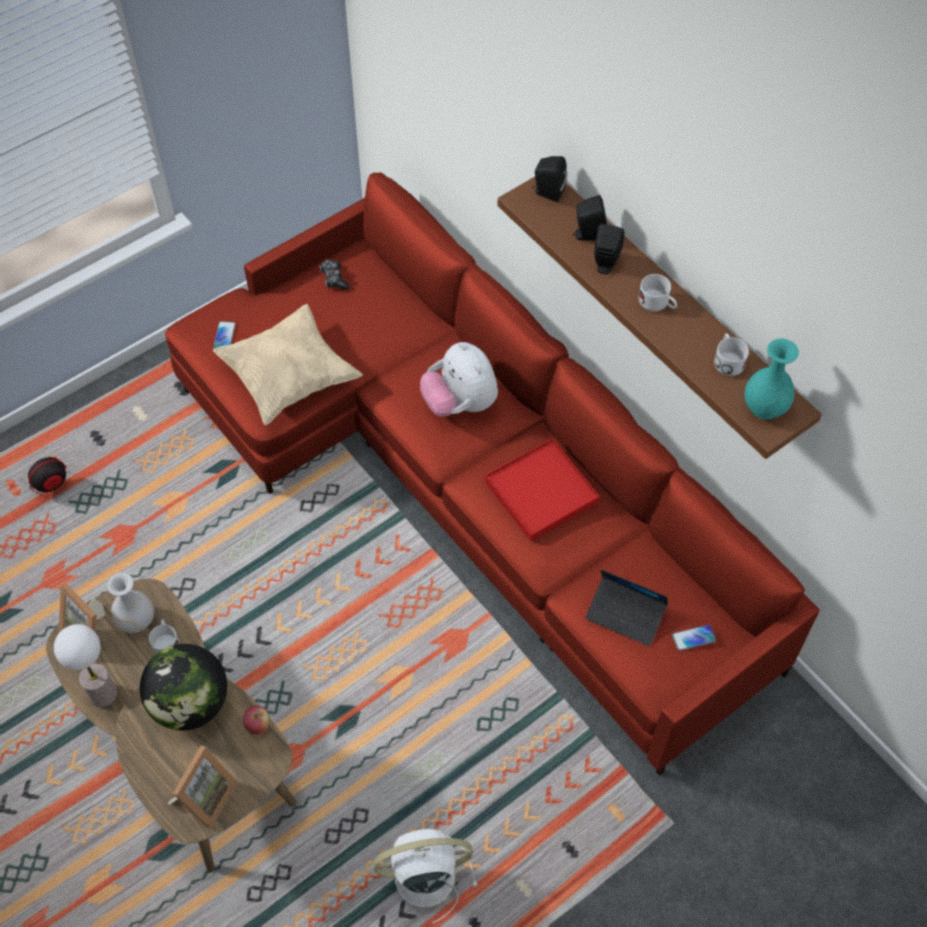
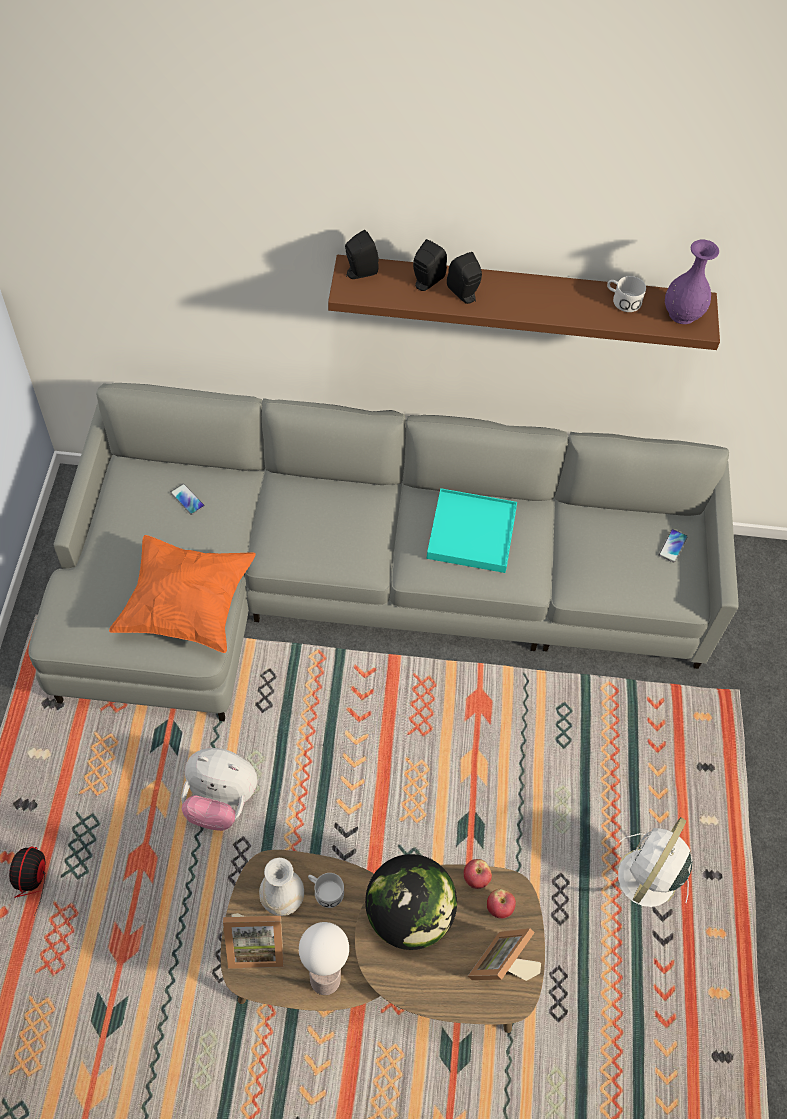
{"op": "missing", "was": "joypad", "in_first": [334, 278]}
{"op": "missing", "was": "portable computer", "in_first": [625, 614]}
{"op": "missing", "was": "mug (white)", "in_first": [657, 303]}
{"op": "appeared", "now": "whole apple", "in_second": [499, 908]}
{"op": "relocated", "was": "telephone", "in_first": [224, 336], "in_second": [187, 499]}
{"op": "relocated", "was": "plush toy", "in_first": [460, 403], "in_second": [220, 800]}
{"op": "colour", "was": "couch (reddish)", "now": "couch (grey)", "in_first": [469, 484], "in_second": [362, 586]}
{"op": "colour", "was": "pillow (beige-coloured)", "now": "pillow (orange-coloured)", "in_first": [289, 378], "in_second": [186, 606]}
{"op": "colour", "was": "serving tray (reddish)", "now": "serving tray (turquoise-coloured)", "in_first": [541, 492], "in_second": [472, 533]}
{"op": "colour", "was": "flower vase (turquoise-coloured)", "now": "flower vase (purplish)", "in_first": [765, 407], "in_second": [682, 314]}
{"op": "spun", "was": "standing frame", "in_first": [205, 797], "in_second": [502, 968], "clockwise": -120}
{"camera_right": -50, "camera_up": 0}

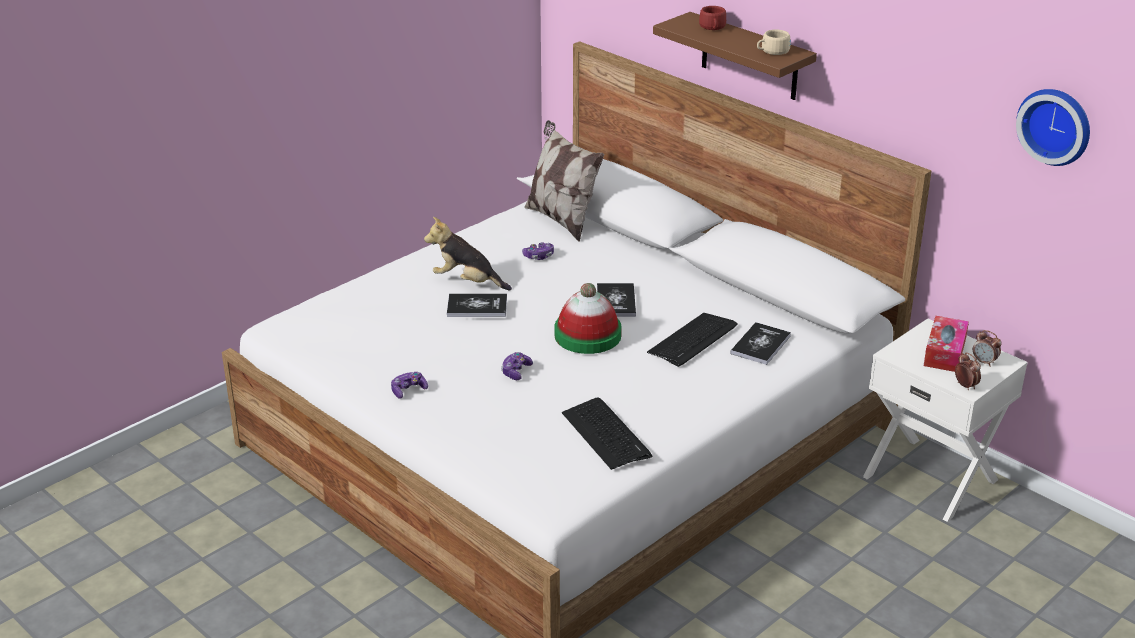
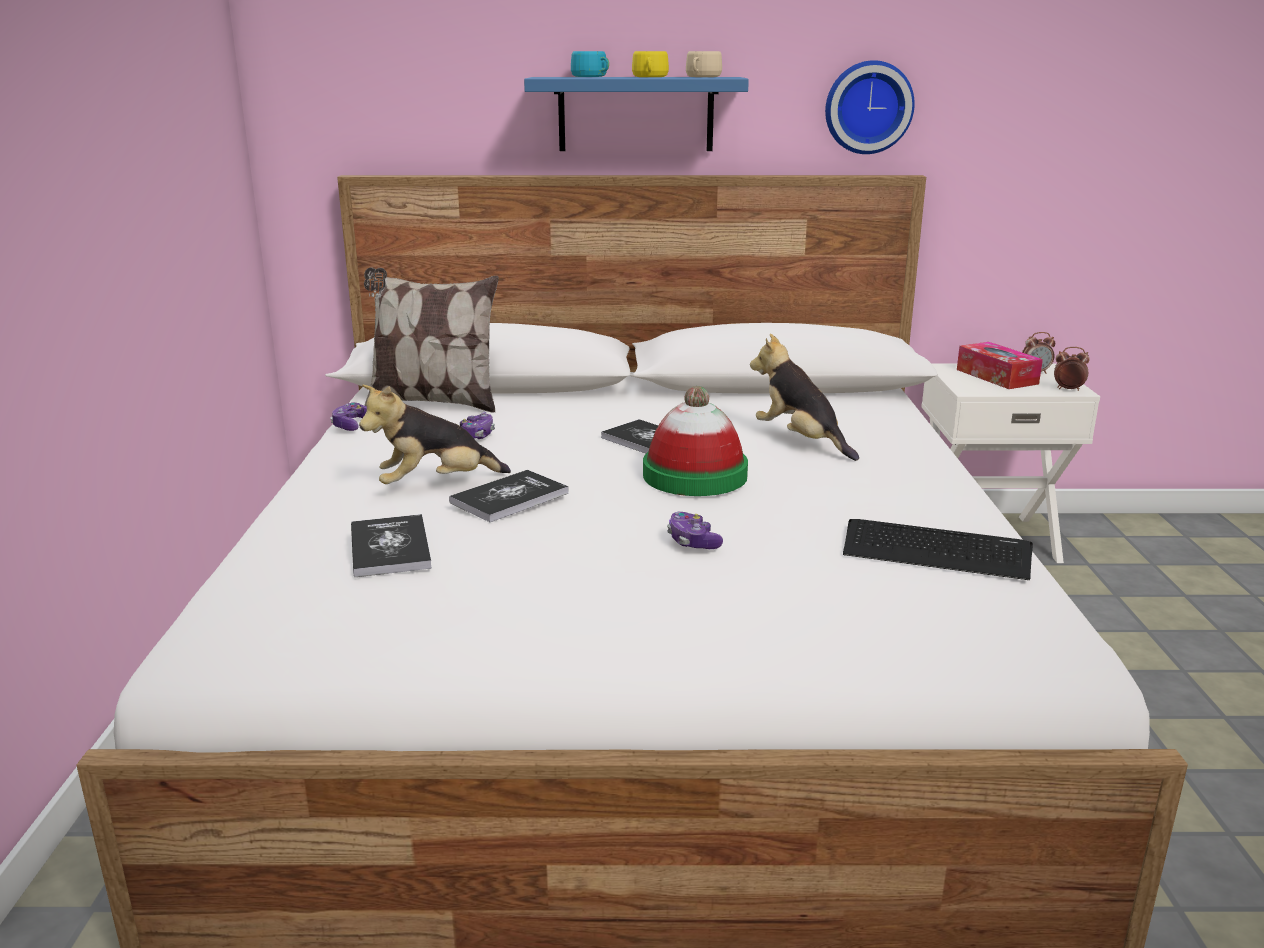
{"op": "appeared", "now": "small cup (yellow-coloured)", "in_second": [650, 77]}
{"op": "relocated", "was": "joypad", "in_first": [408, 390], "in_second": [351, 425]}
{"op": "relocated", "was": "book", "in_first": [760, 345], "in_second": [390, 548]}
{"op": "relocated", "was": "hanging clock", "in_first": [1056, 125], "in_second": [867, 107]}
{"op": "exchanged", "was": "PC keyboard", "now": "plush toy", "in_first": [693, 340], "in_second": [800, 441]}
{"op": "colour", "was": "bracket shelf (brownish)", "now": "bracket shelf (blue)", "in_first": [749, 57], "in_second": [636, 114]}
{"op": "colour", "was": "small cup (reddish)", "now": "small cup (turquoise-coloured)", "in_first": [712, 27], "in_second": [592, 76]}
{"camera_right": -45, "camera_up": -10}

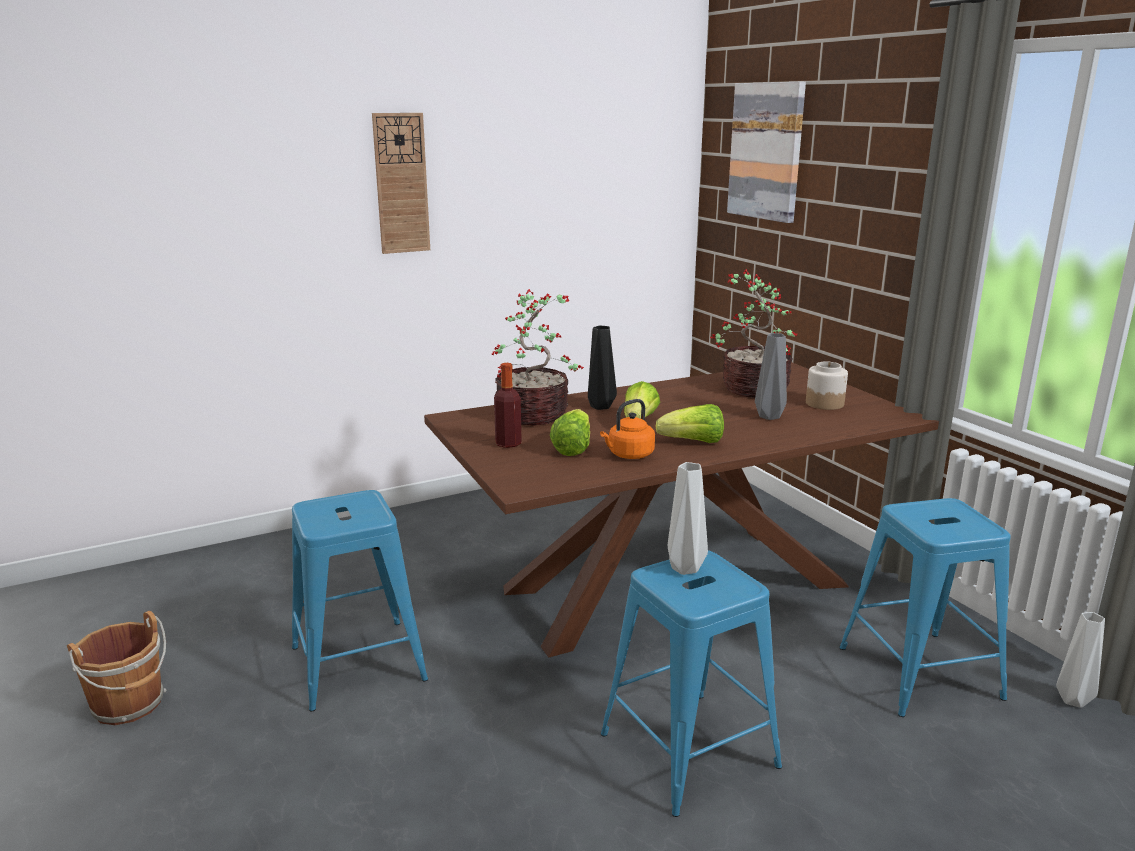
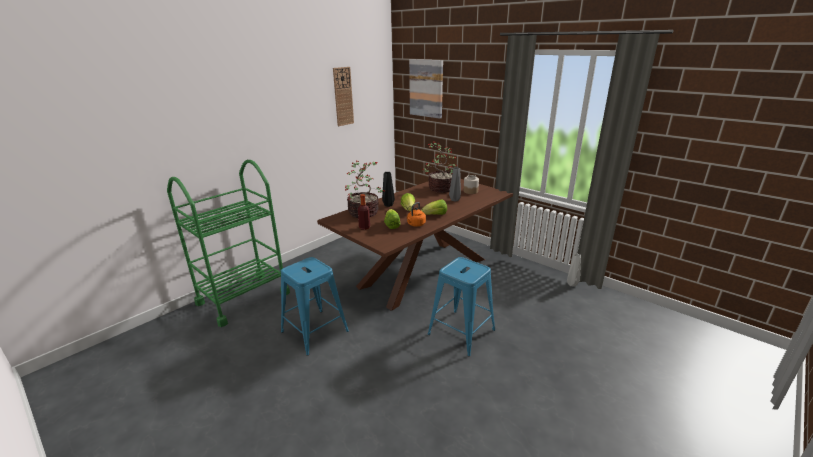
{"op": "missing", "was": "bucket (brownish)", "in_first": [130, 705]}
{"op": "missing", "was": "flower vase (grey)", "in_first": [685, 567]}
{"op": "missing", "was": "stool seat (blue)", "in_first": [919, 672]}
{"op": "appeared", "now": "wheeled cart (green-coloured)", "in_second": [243, 298]}
{"op": "relocated", "was": "hanging clock", "in_first": [401, 184], "in_second": [343, 96]}
{"camera_right": -20, "camera_up": 5}

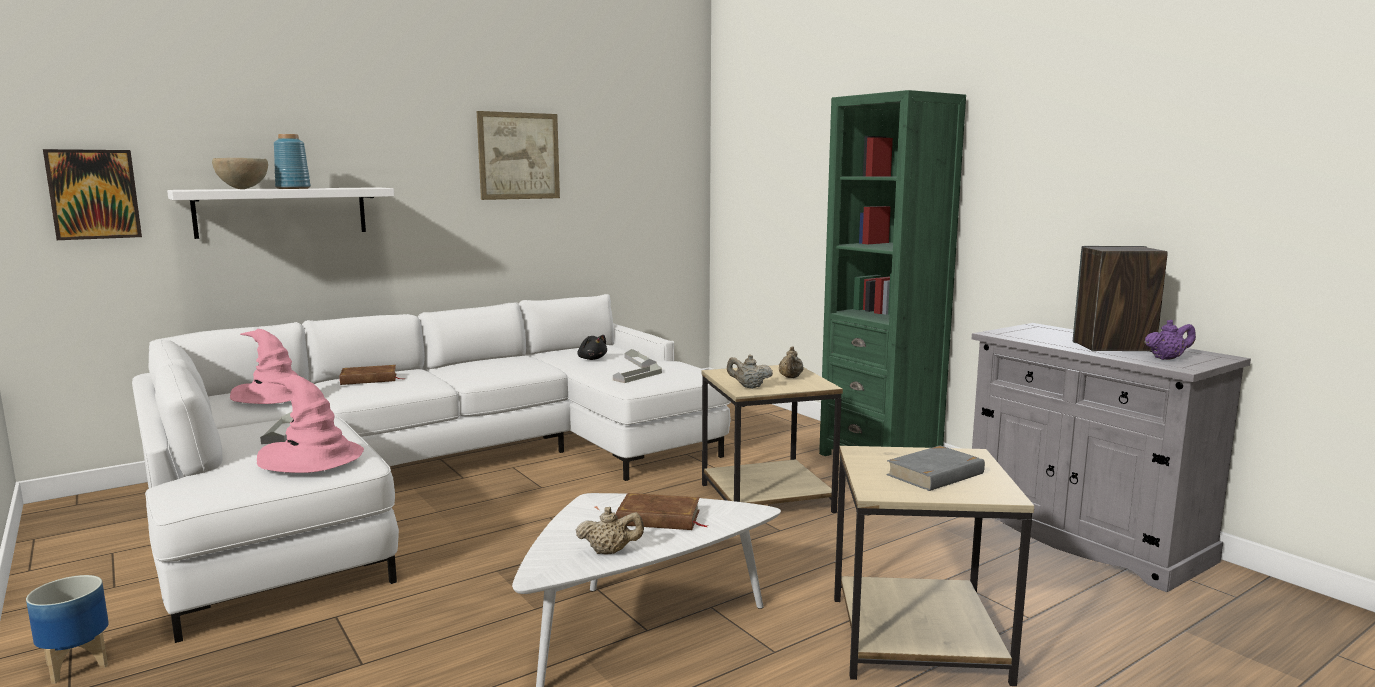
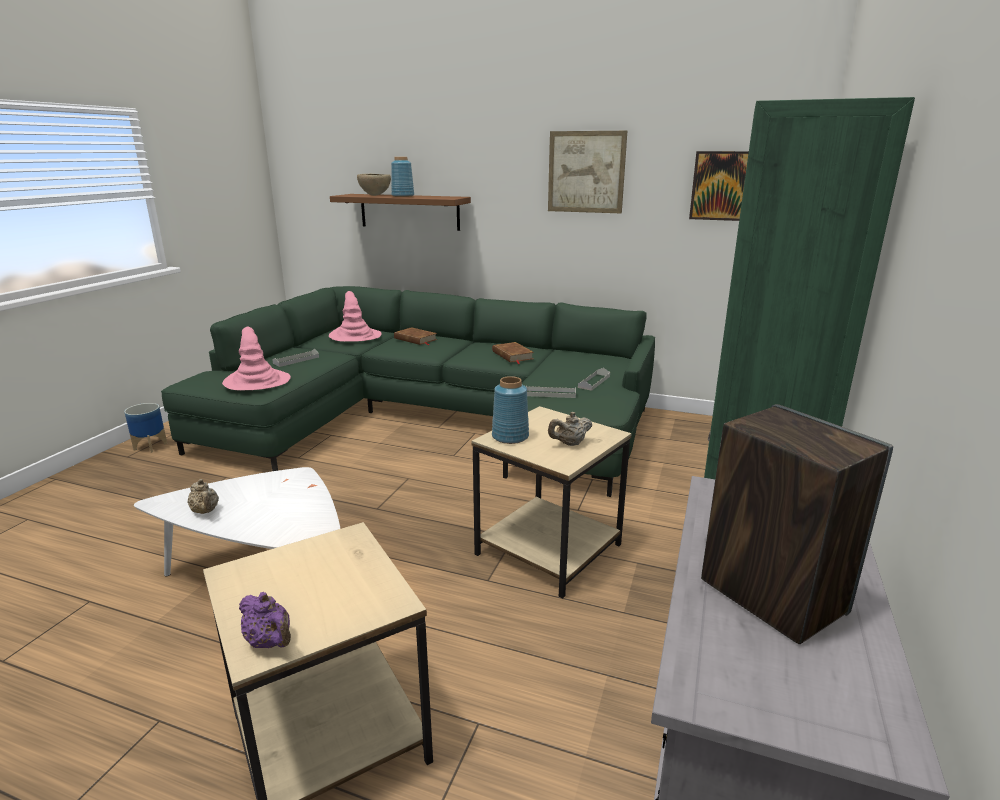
{"op": "missing", "was": "plush toy (black-coloured)", "in_first": [591, 359]}
{"op": "missing", "was": "book (grey)", "in_first": [936, 474]}
{"op": "relocated", "was": "picture", "in_first": [94, 194], "in_second": [720, 186]}
{"op": "relocated", "was": "book (brownish)", "in_first": [659, 518], "in_second": [512, 355]}
{"op": "relocated", "was": "teapot (purplish)", "in_first": [1167, 358], "in_second": [270, 642]}
{"op": "exchanged", "was": "teapot (beige-coloured)", "now": "flower vase (blue)", "in_first": [749, 387], "in_second": [509, 436]}
{"op": "colour", "was": "couch (white)", "now": "couch (green-coloured)", "in_first": [435, 475], "in_second": [431, 419]}
{"op": "colour", "was": "bracket shelf (white)", "now": "bracket shelf (brownish)", "in_first": [282, 211], "in_second": [409, 212]}
{"camera_right": 55, "camera_up": 10}

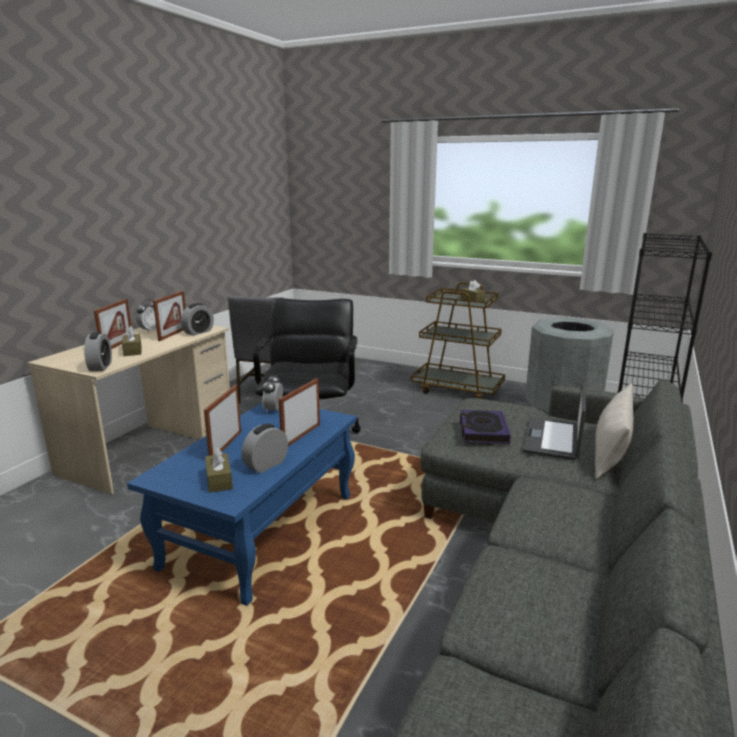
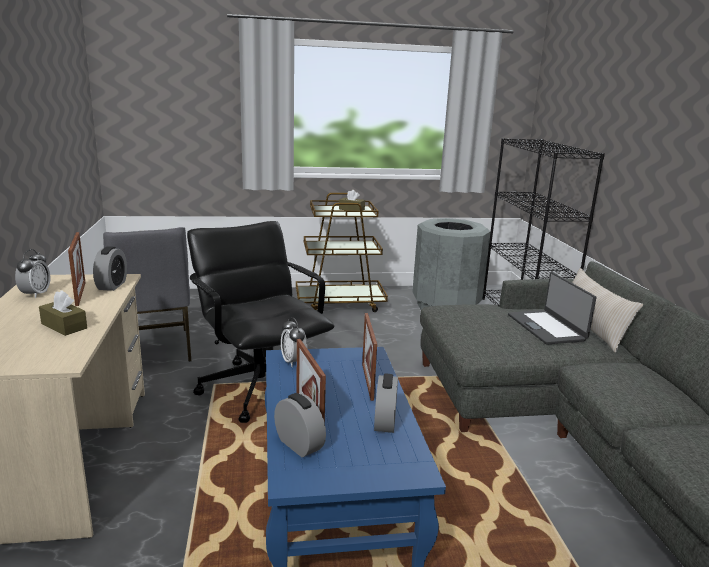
{"op": "missing", "was": "standing frame", "in_first": [117, 345]}
{"op": "missing", "was": "tissue box (brownish)", "in_first": [219, 480]}
{"op": "missing", "was": "book", "in_first": [483, 431]}
{"op": "relocated", "was": "table clock", "in_first": [100, 367], "in_second": [299, 445]}
{"camera_right": -35, "camera_up": 0}

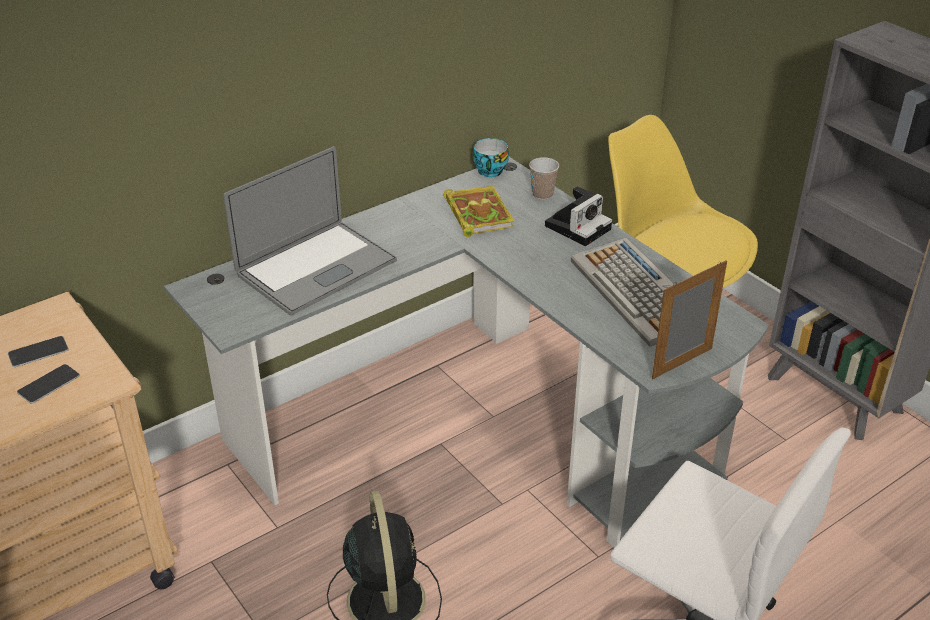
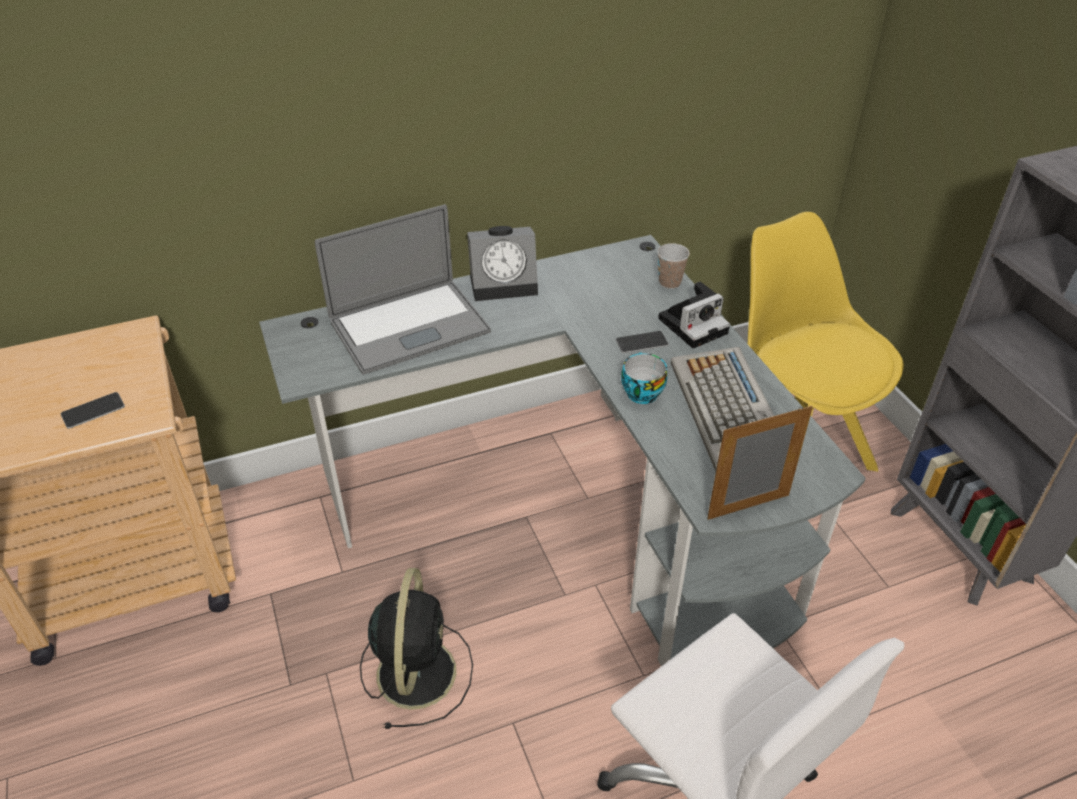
{"op": "missing", "was": "book", "in_first": [477, 213]}
{"op": "appeared", "now": "table clock", "in_second": [505, 283]}
{"op": "relocated", "was": "telephone", "in_first": [38, 352], "in_second": [641, 342]}
{"op": "relocated", "was": "small cup", "in_first": [488, 170], "in_second": [640, 392]}
{"camera_right": 15, "camera_up": 5}

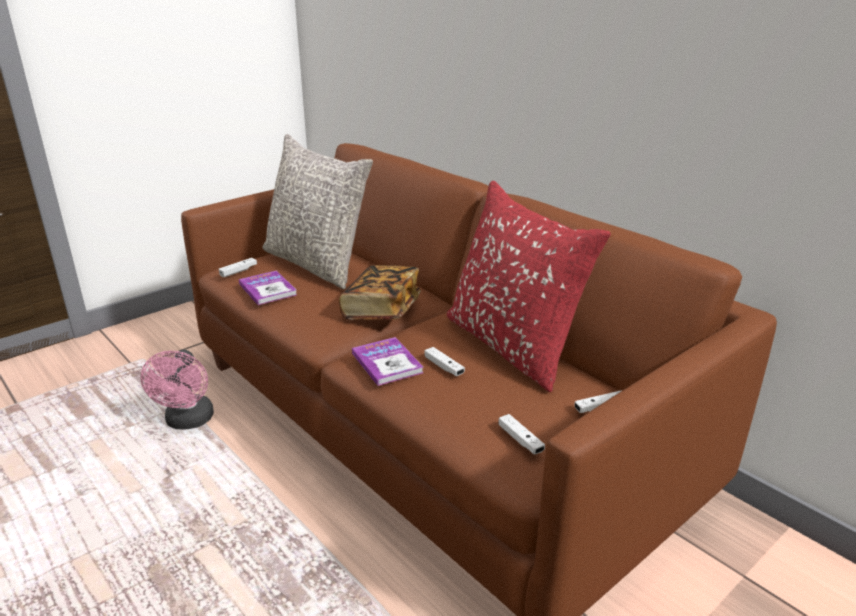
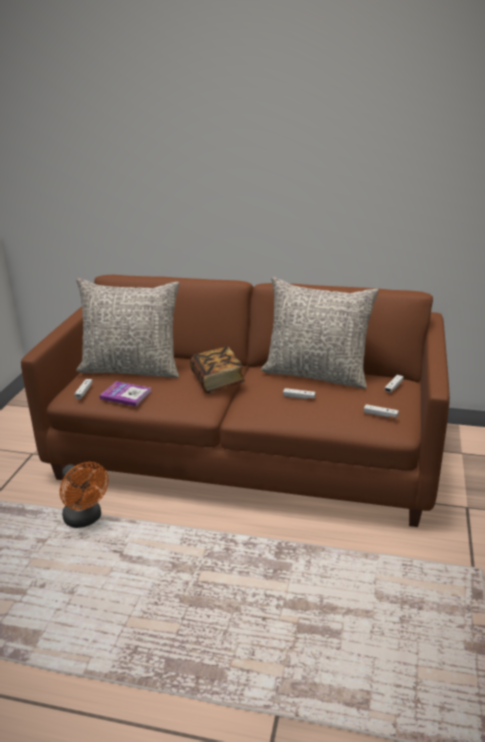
{"op": "missing", "was": "book", "in_first": [387, 363]}
{"op": "colour", "was": "fan (pink-coloured)", "now": "fan (orange-coloured)", "in_first": [188, 422], "in_second": [86, 519]}
{"op": "colour", "was": "pillow (reddish)", "now": "pillow (grey)", "in_first": [513, 346], "in_second": [316, 374]}
{"camera_right": -35, "camera_up": 0}

